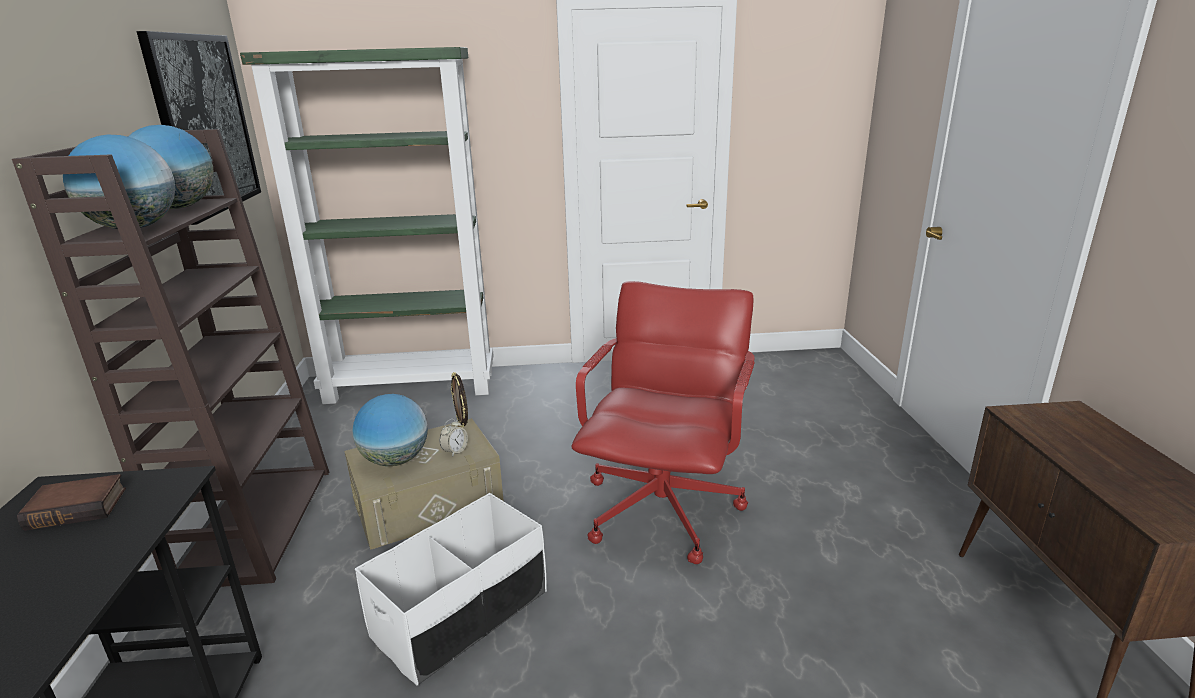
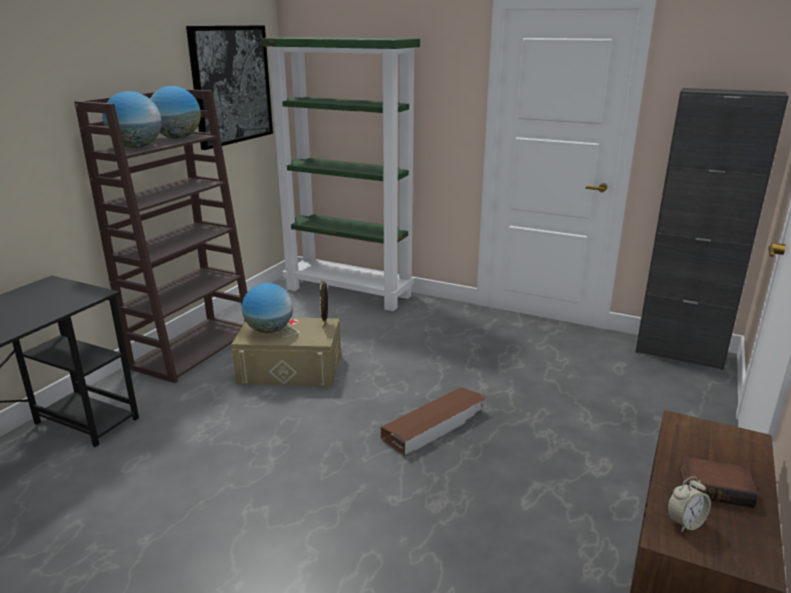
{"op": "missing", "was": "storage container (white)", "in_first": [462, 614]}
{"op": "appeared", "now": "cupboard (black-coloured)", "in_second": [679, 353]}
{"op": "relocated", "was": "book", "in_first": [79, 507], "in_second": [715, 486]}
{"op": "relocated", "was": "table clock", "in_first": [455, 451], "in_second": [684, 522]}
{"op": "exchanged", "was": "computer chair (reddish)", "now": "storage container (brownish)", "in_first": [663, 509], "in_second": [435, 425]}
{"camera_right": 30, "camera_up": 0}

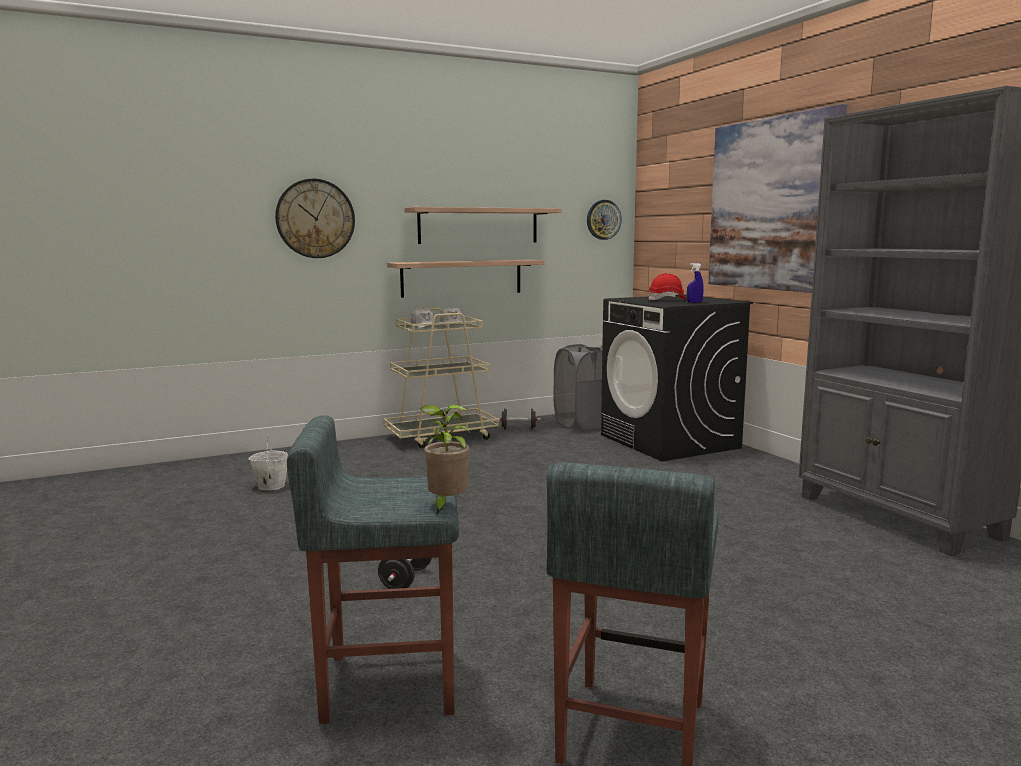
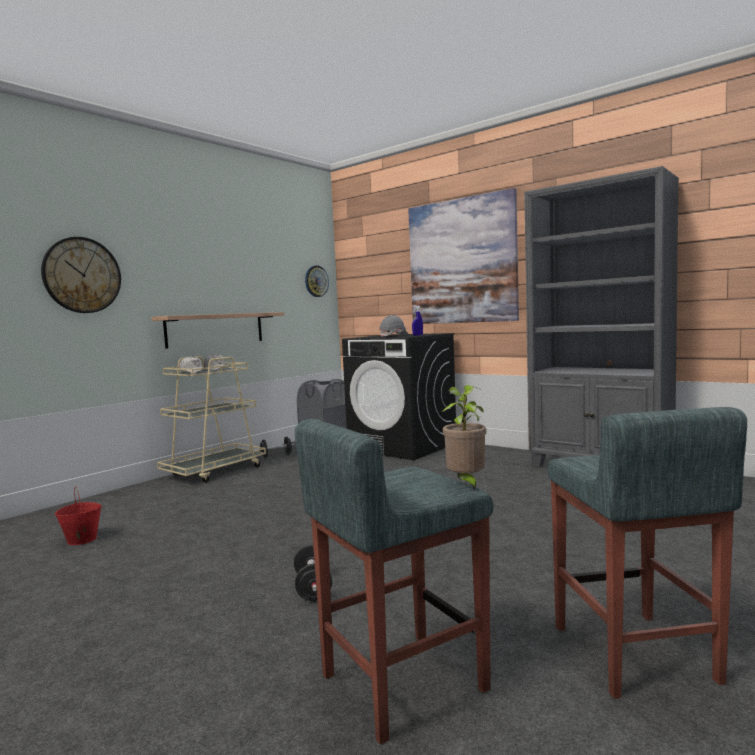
{"op": "missing", "was": "bracket shelf", "in_first": [478, 226]}
{"op": "colour", "was": "bucket (white)", "now": "bucket (reddish)", "in_first": [271, 486], "in_second": [81, 540]}
{"op": "colour", "was": "hard hat (reddish)", "now": "hard hat (grey)", "in_first": [667, 300], "in_second": [394, 336]}
{"camera_right": -25, "camera_up": -5}

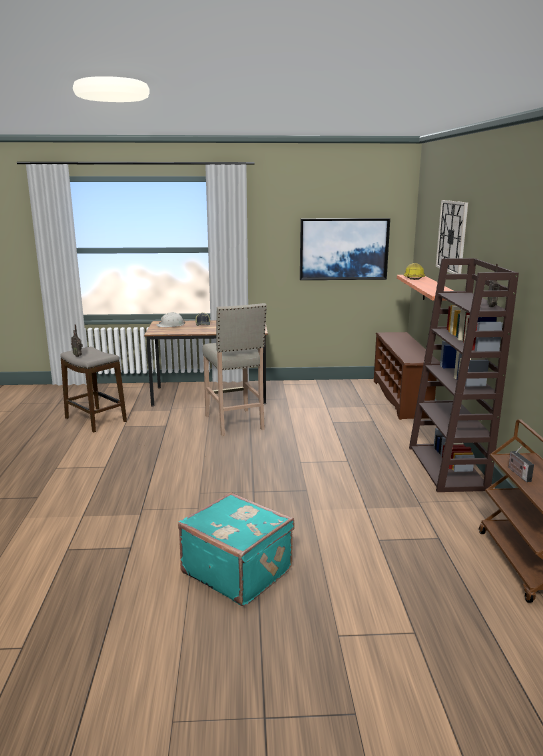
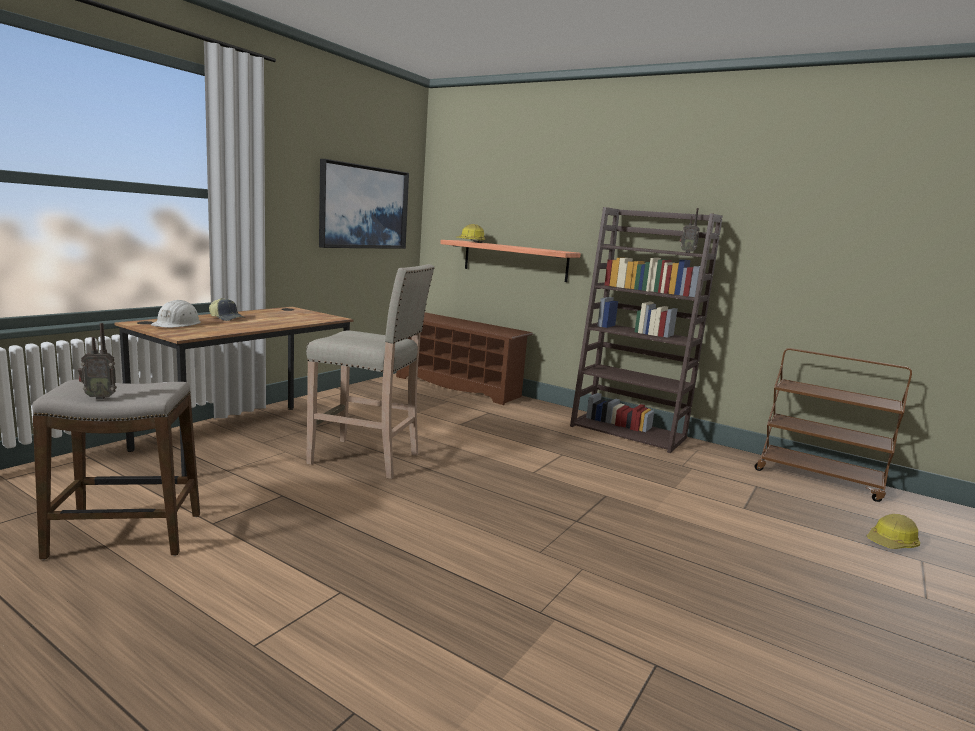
{"op": "missing", "was": "piece of luggage (turquoise-coloured)", "in_first": [238, 570]}
{"op": "missing", "was": "hanging clock", "in_first": [452, 236]}
{"op": "missing", "was": "radio receiver", "in_first": [518, 474]}
{"op": "appeared", "now": "hard hat", "in_second": [891, 543]}
{"camera_right": -55, "camera_up": -5}

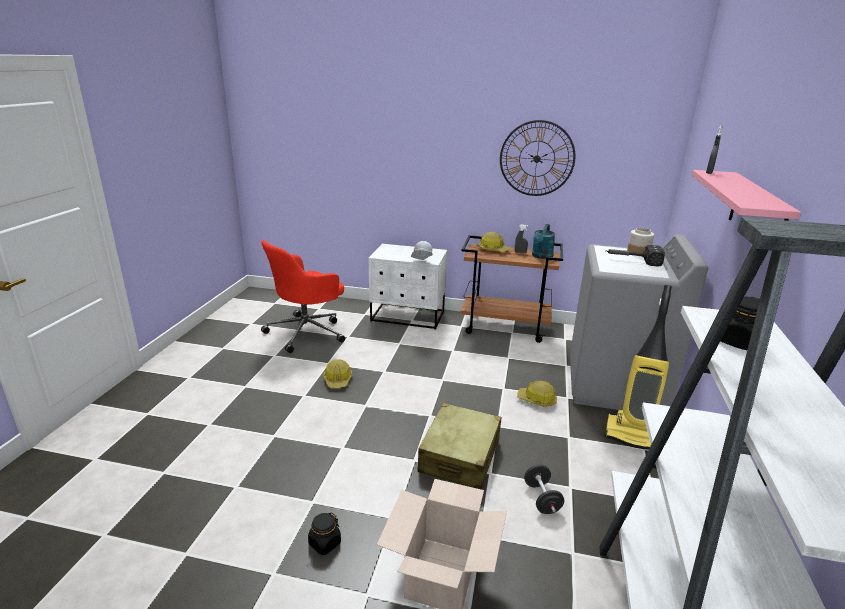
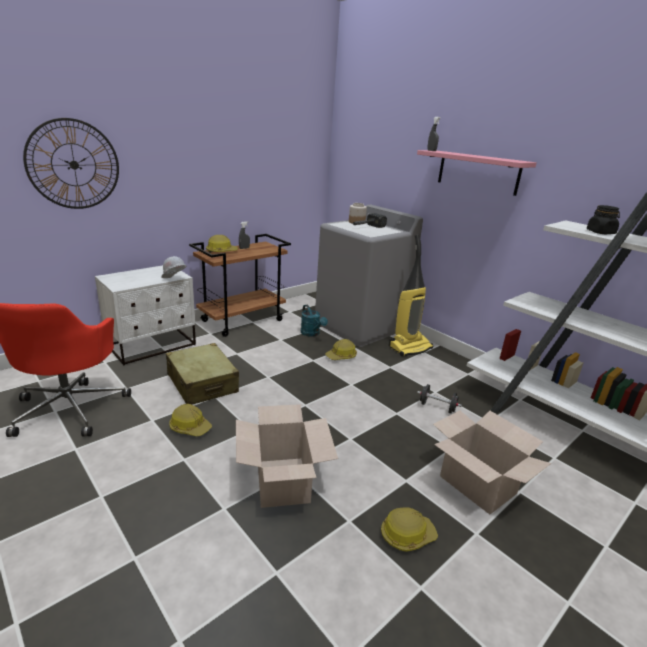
{"op": "appeared", "now": "packing box", "in_second": [282, 481]}
{"op": "relocated", "was": "piece of luggage (beige-coloured)", "in_first": [460, 456], "in_second": [202, 383]}
{"op": "relocated", "was": "hanging clock", "in_first": [537, 158], "in_second": [74, 165]}
{"op": "relocated", "was": "watering can (turquoise-coloured)", "in_first": [541, 256], "in_second": [312, 334]}
{"op": "exchanged", "was": "storage jar (black-coloured)", "now": "hard hat", "in_first": [324, 543], "in_second": [407, 535]}
{"camera_right": -55, "camera_up": 0}

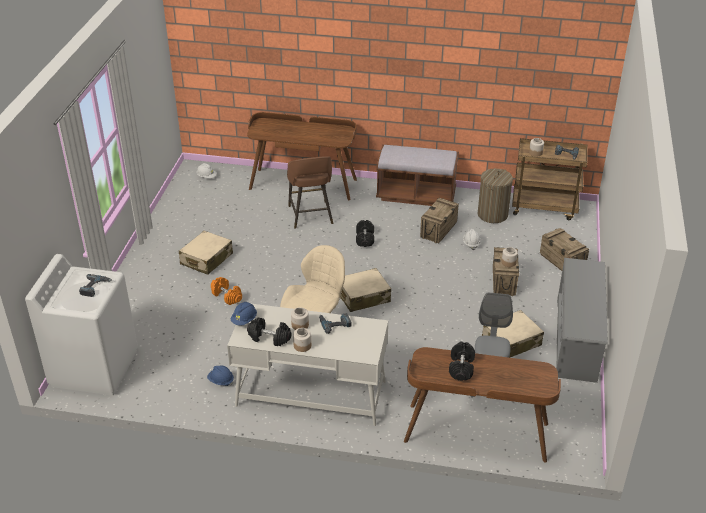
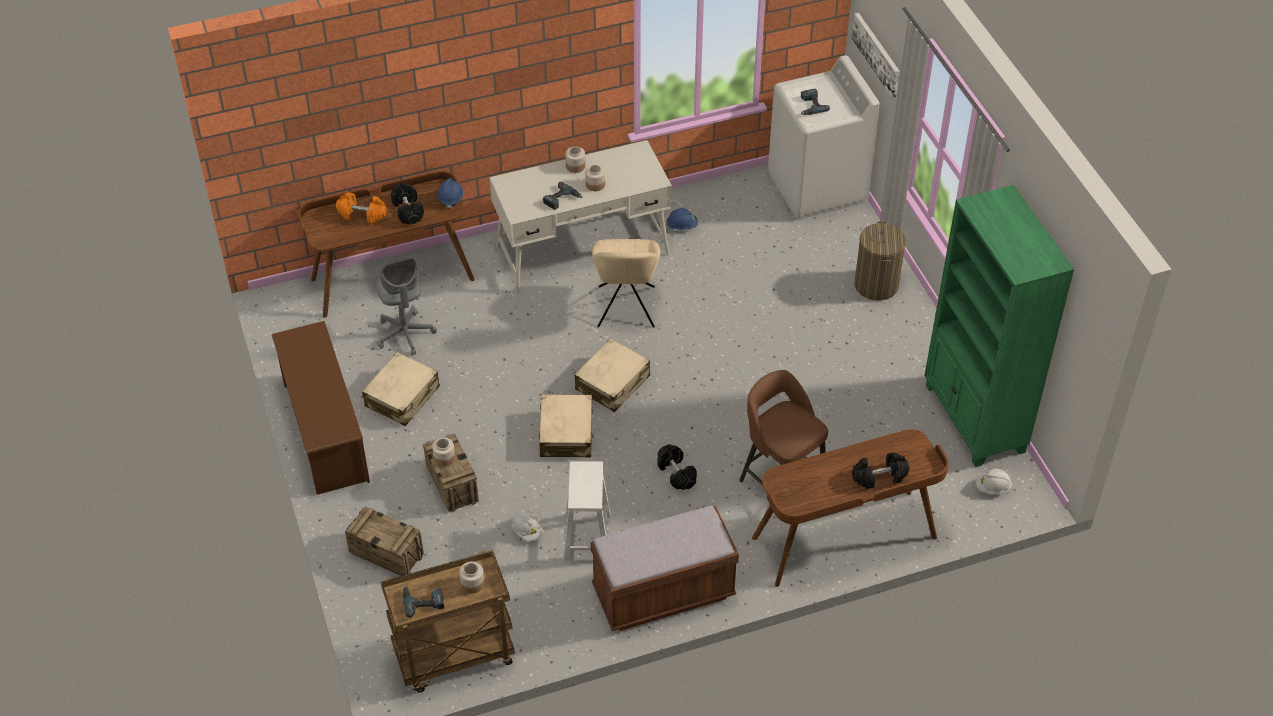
{"op": "appeared", "now": "picture", "in_second": [877, 54]}
{"op": "appeared", "now": "shelving unit (green-coloured)", "in_second": [974, 419]}
{"op": "relocated", "was": "piece of luggage (beige-coloured)", "in_first": [206, 259], "in_second": [566, 433]}
{"op": "relocated", "was": "free weight (orange-coloured)", "in_first": [227, 296], "in_second": [362, 215]}
{"op": "relocated", "was": "hard hat (blue)", "in_first": [244, 320], "in_second": [450, 198]}
{"op": "relocated", "was": "free weight (black-coloured)", "in_first": [269, 338], "in_second": [879, 477]}
{"op": "relocated", "was": "laundry basket", "in_first": [492, 214], "in_second": [876, 285]}
{"op": "exchanged", "was": "shipping crate", "now": "stool seat (white)", "in_first": [439, 230], "in_second": [587, 536]}
{"op": "colour", "was": "shoe rack (grey)", "now": "shoe rack (brownish)", "in_first": [576, 340], "in_second": [325, 432]}
{"camera_right": 150, "camera_up": 10}

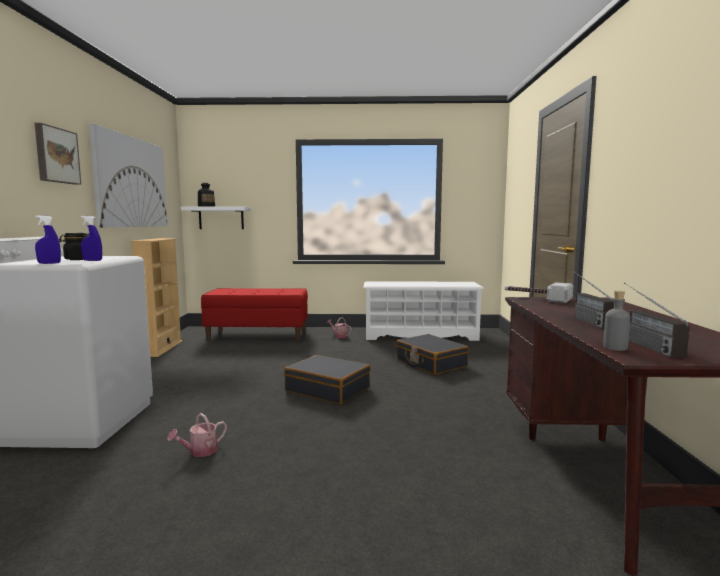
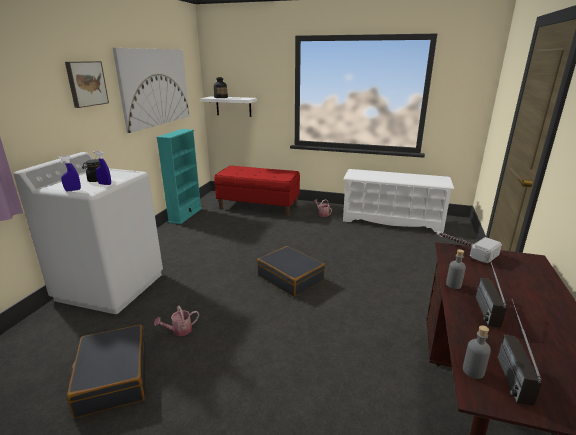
{"op": "appeared", "now": "beverage bottle (grey)", "in_second": [453, 285]}
{"op": "relocated", "was": "piece of luggage (black-coloured)", "in_first": [430, 363], "in_second": [113, 378]}
{"op": "colour", "was": "shelving unit (beige-coloured)", "now": "shelving unit (turquoise-coloured)", "in_first": [161, 348], "in_second": [185, 215]}
{"camera_right": 15, "camera_up": 15}

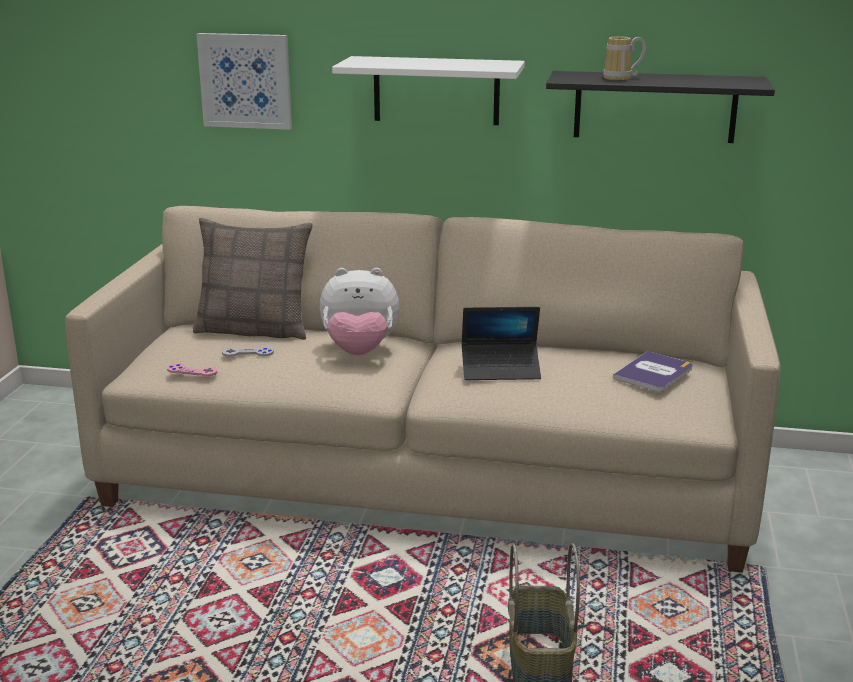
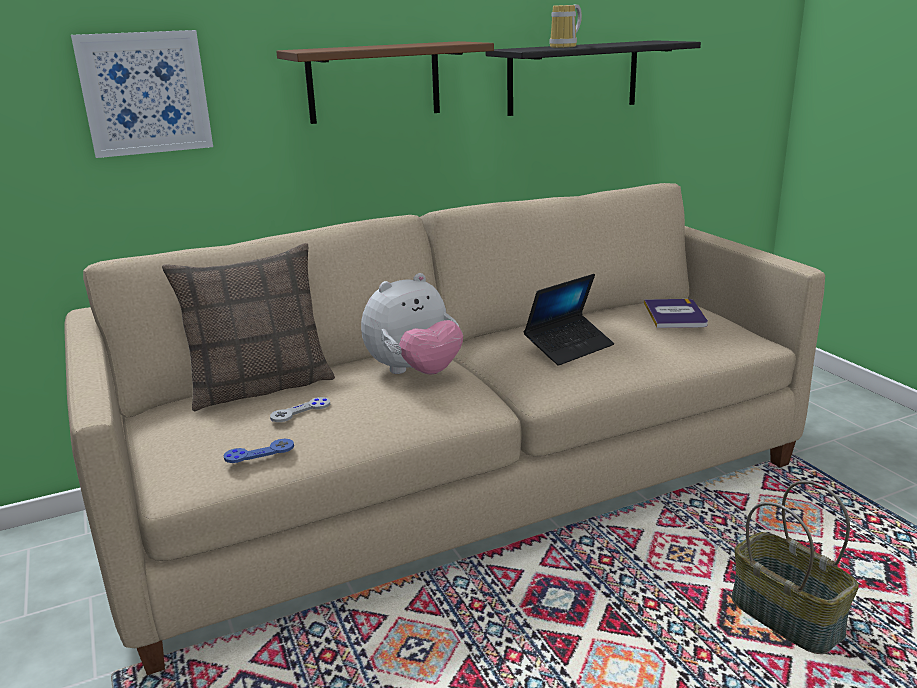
{"op": "colour", "was": "joypad (pink-coloured)", "now": "joypad (blue)", "in_first": [192, 371], "in_second": [259, 452]}
{"op": "colour", "was": "bracket shelf (white)", "now": "bracket shelf (brownish)", "in_first": [436, 90], "in_second": [374, 82]}
{"camera_right": -35, "camera_up": 0}

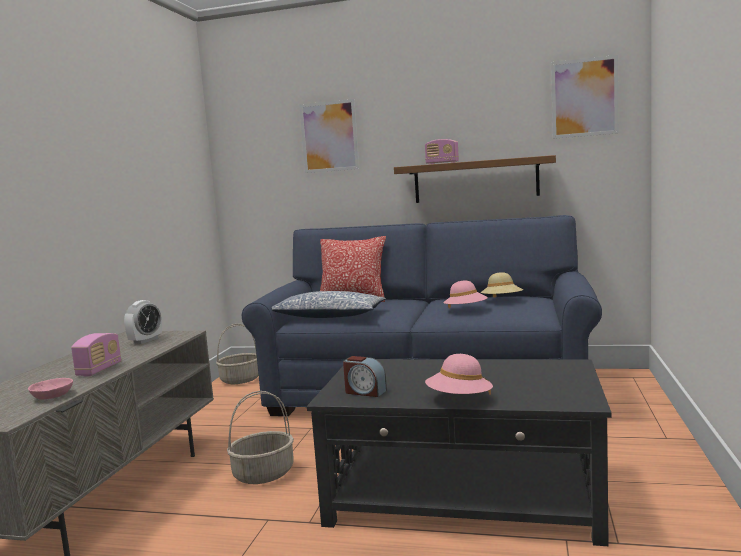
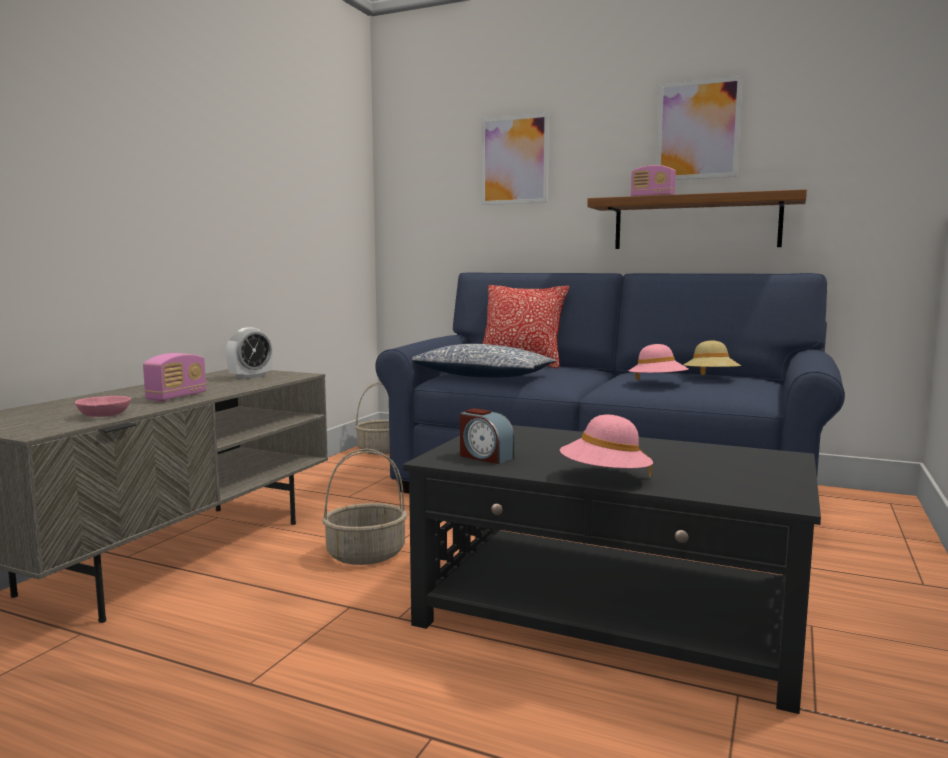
{"op": "relocated", "was": "picture", "in_first": [584, 97], "in_second": [698, 130]}
{"camera_right": 10, "camera_up": 0}

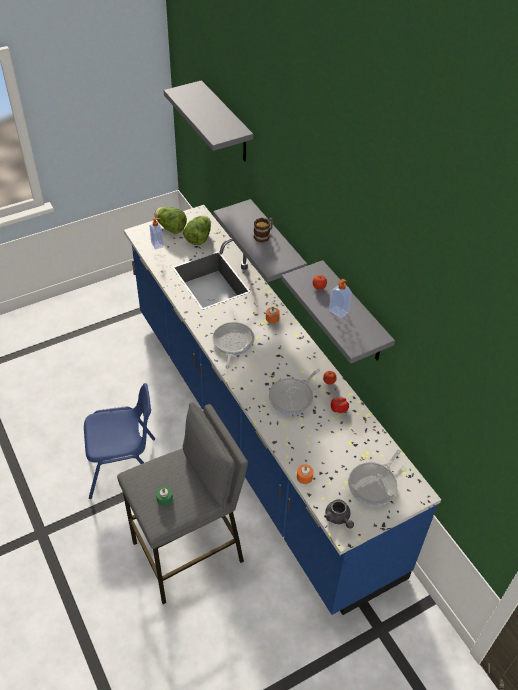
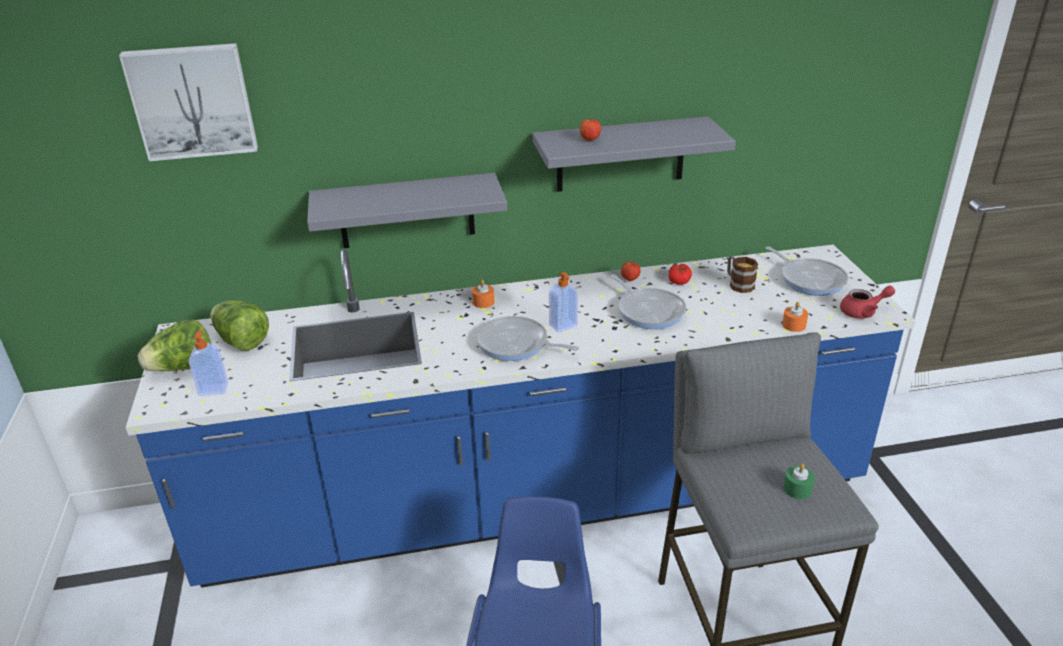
{"op": "relocated", "was": "mug", "in_first": [264, 235], "in_second": [738, 284]}
{"op": "relocated", "was": "soap dispenser", "in_first": [338, 312], "in_second": [563, 326]}
{"op": "exchanged", "was": "bracket shelf (grey)", "now": "picture", "in_first": [226, 123], "in_second": [192, 101]}
{"op": "colour", "was": "teapot (grey)", "now": "teapot (reddish)", "in_first": [338, 518], "in_second": [863, 312]}
{"camera_right": -70, "camera_up": -15}

